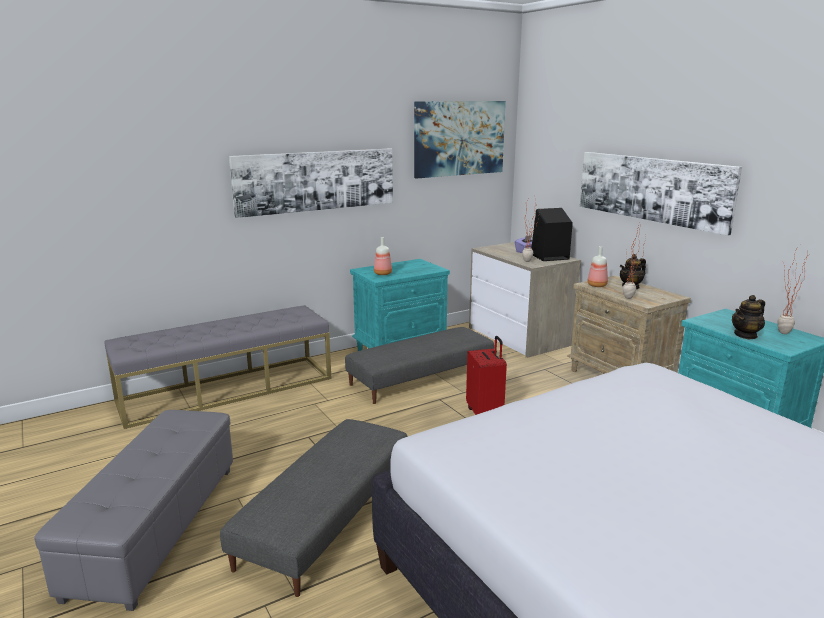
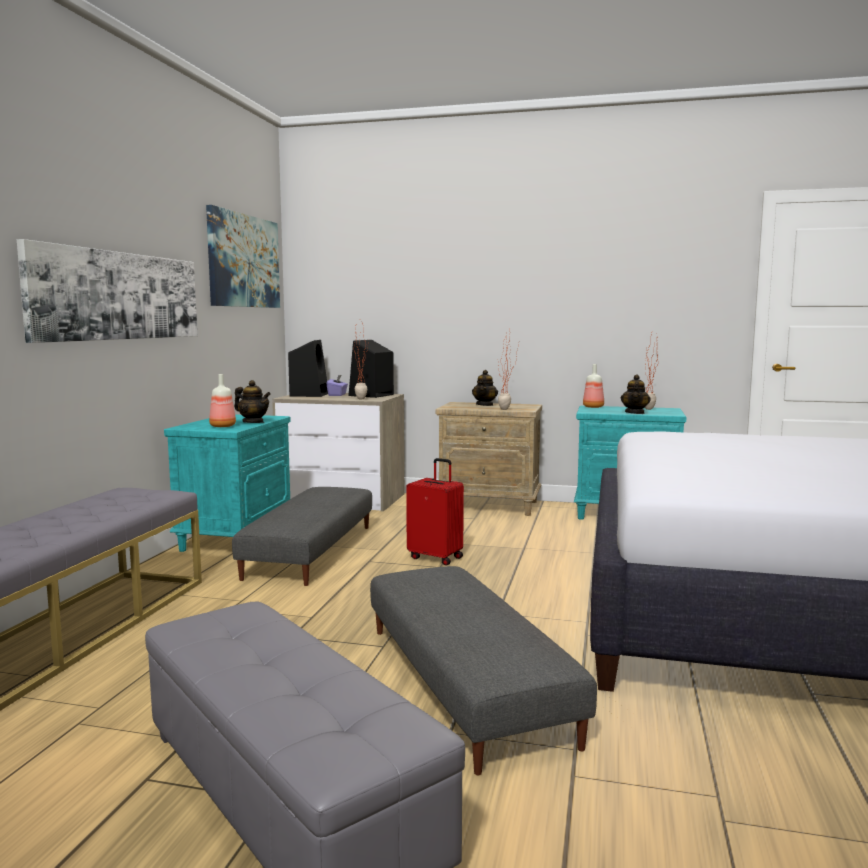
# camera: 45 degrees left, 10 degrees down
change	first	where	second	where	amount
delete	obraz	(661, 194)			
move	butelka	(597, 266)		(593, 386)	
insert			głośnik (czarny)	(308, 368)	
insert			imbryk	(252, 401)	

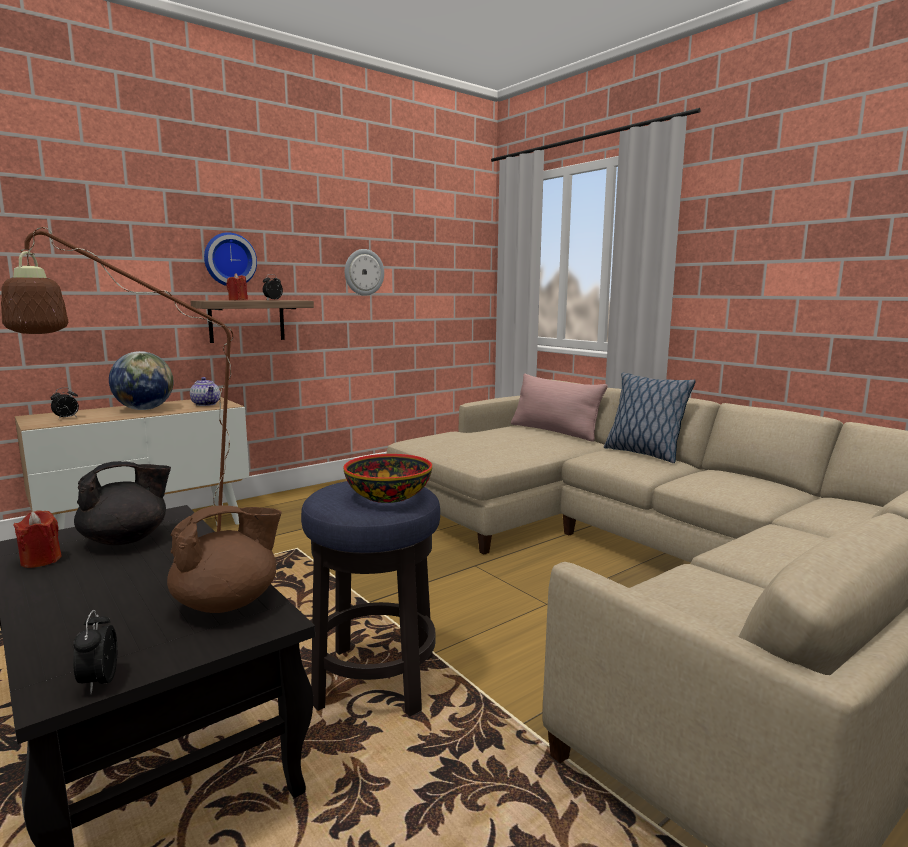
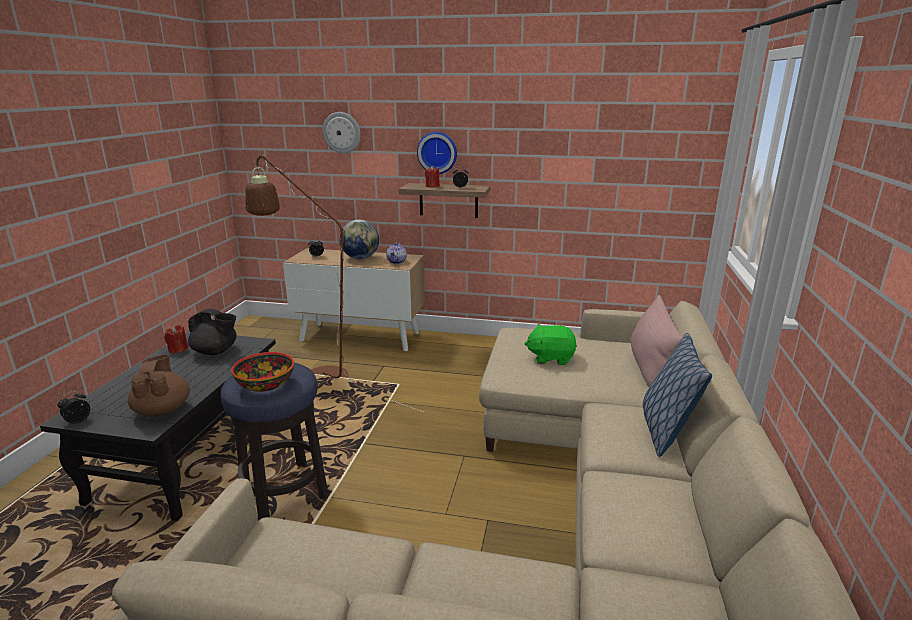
# camera: 50 degrees right, 10 degrees up
change	first	where	second	where	amount
move	zegar ścienny	(364, 272)		(342, 133)	
rotate	imbryk (brązowy)	(224, 559)		(159, 385)	120 degrees counterclockwise
insert			pluszak (zielony)	(550, 344)	

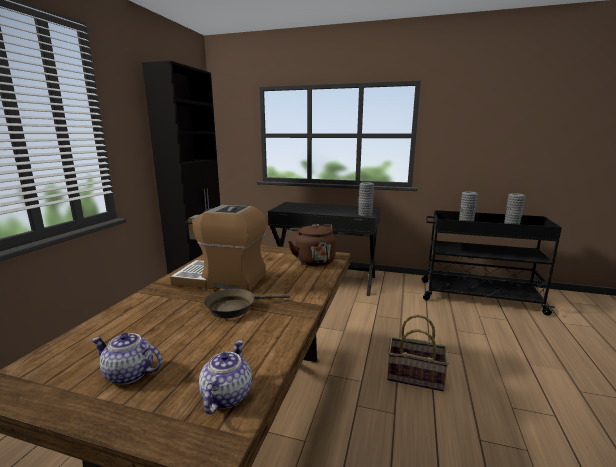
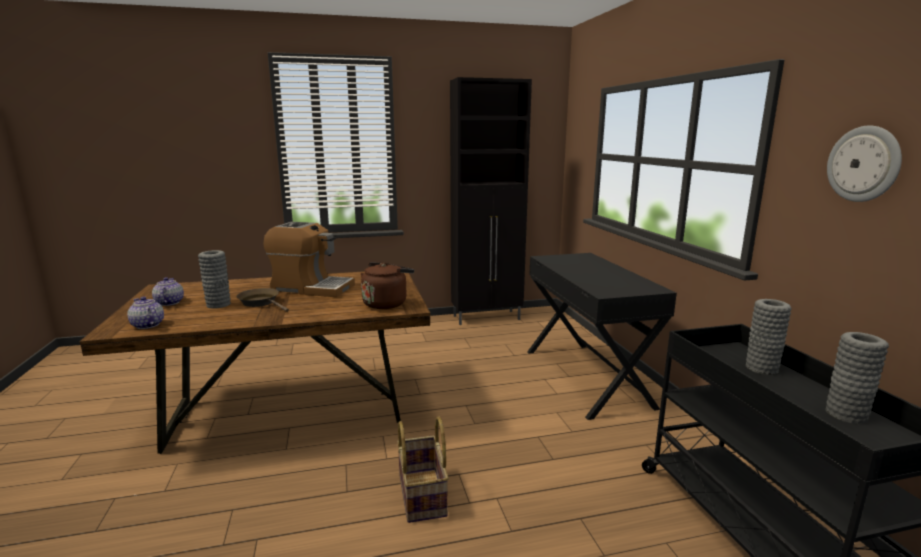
# camera: 60 degrees right, 0 degrees up
change	first	where	second	where	amount
move	wazon (szary)	(366, 199)		(214, 279)	
rotate	ekspres do kawy	(218, 248)		(309, 259)	120 degrees clockwise
rotate	imbryk	(225, 377)		(145, 312)	120 degrees counterclockwise
insert			zegar ścienny	(864, 164)	

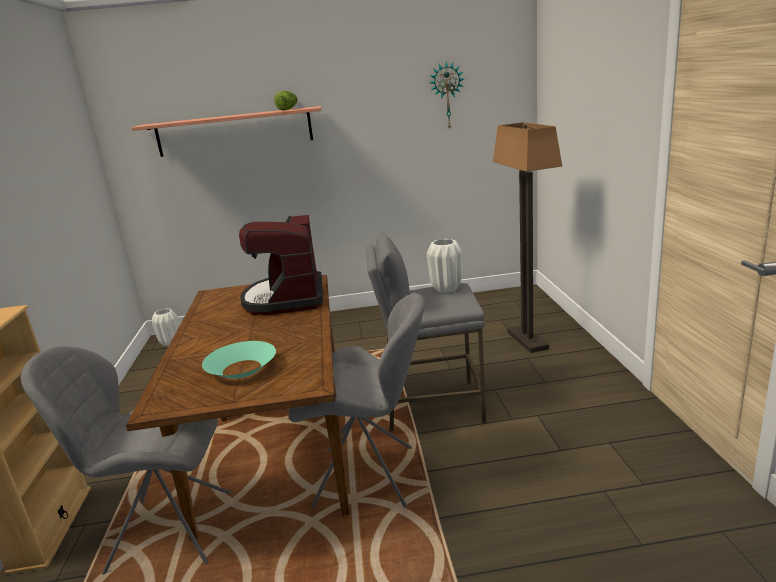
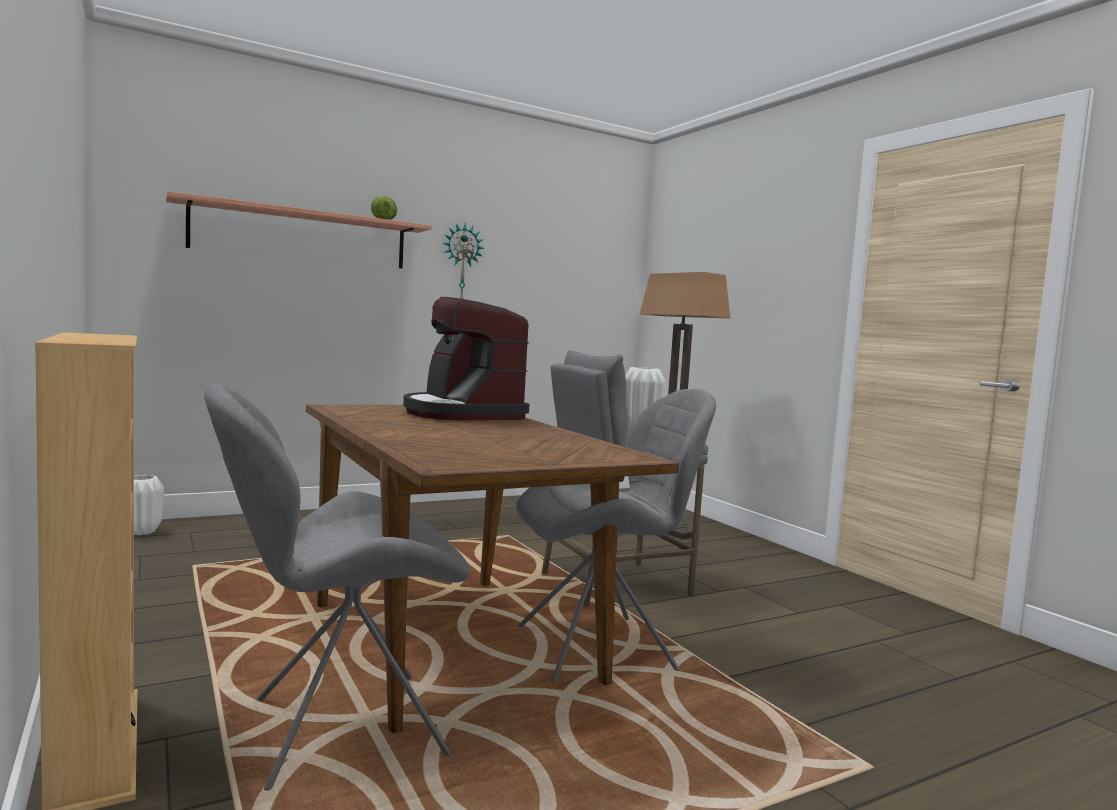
# camera: 25 degrees left, 15 degrees down
change	first	where	second	where	amount
move	zegar ścienny	(447, 96)		(463, 261)	
delete	miska (turkusowy)	(239, 360)			

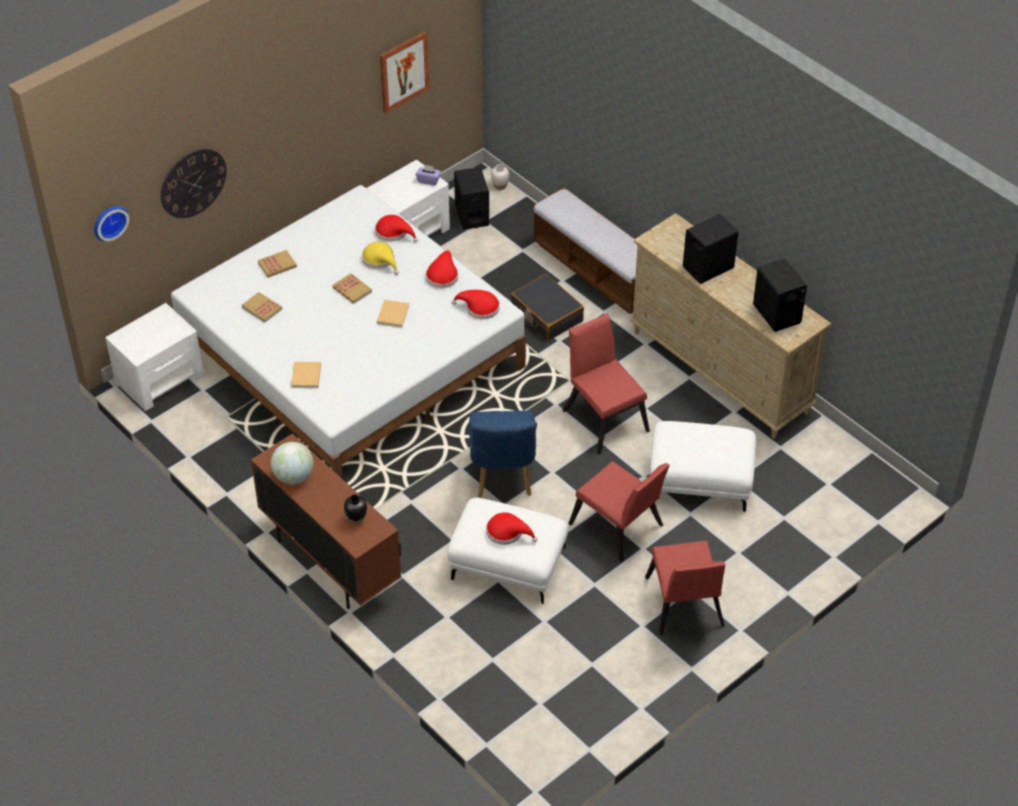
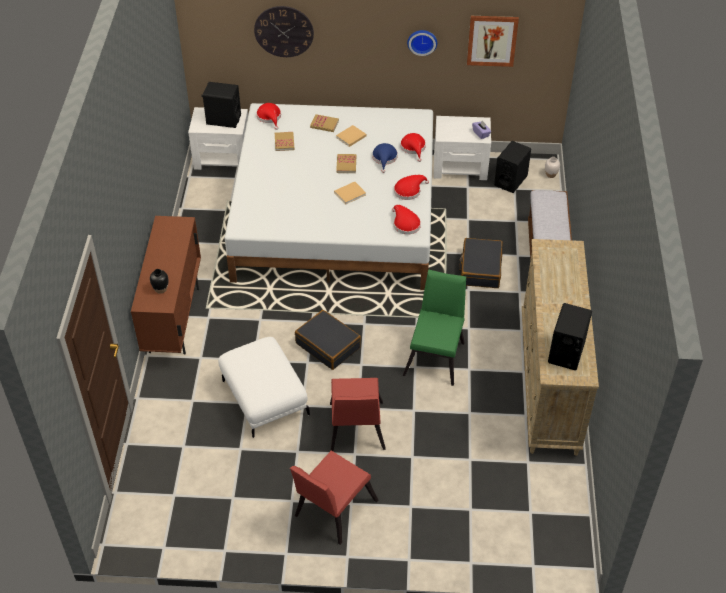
# camera: 45 degrees right, 0 degrees up
change	first	where	second	where	amount
move	zegar ścienny	(111, 223)		(422, 43)	
move	głośnik (czarny)	(710, 249)		(221, 105)	
recolor	kapelusz (żółty)	(380, 258)	kapelusz (niebieski)	(385, 158)	
recolor	krzesło (czerwony)	(606, 384)	krzesło (zielony)	(434, 327)	
move	książka (beżowy)	(306, 375)		(351, 136)	
replace	krzesło (niebieski)	(503, 454)	walizka (czarny)	(328, 340)	
delete	pufa (biały)	(703, 466)			
delete	globus	(292, 463)			
move	kapelusz (czerwony)	(511, 528)		(268, 116)	

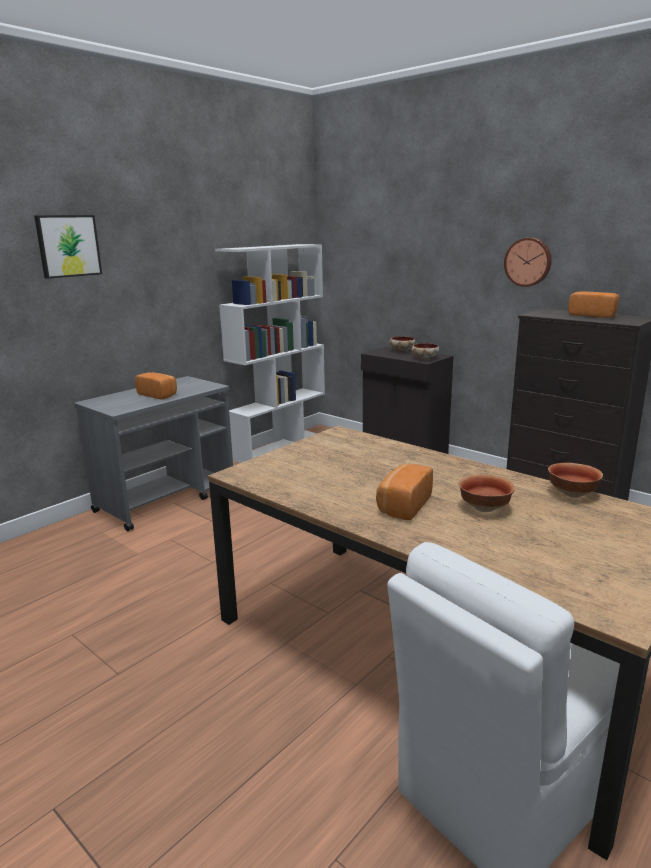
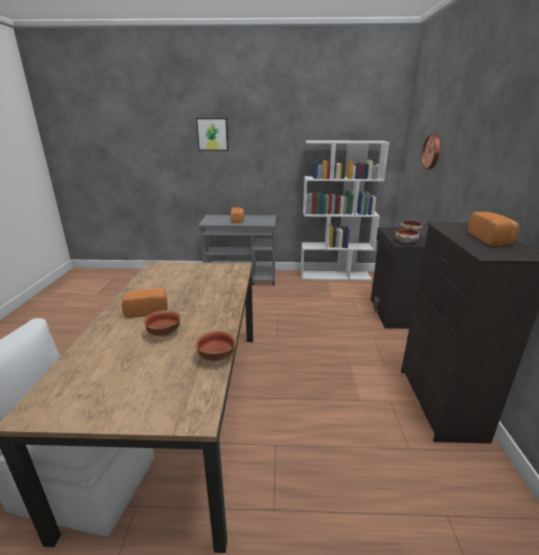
# camera: 50 degrees right, 5 degrees up
change	first	where	second	where	amount
move	zegar ścienny	(528, 262)		(431, 152)	

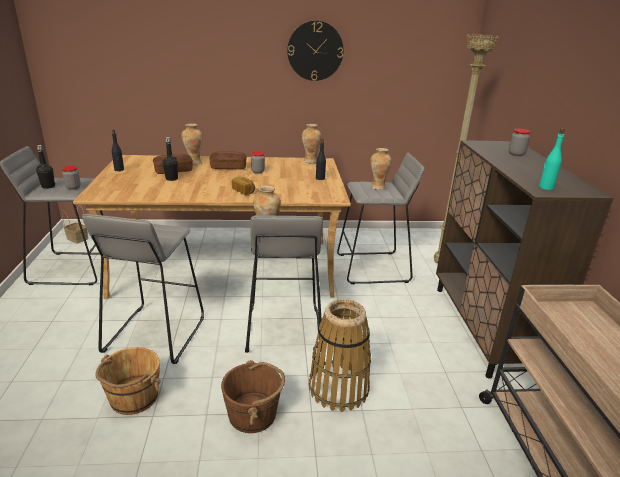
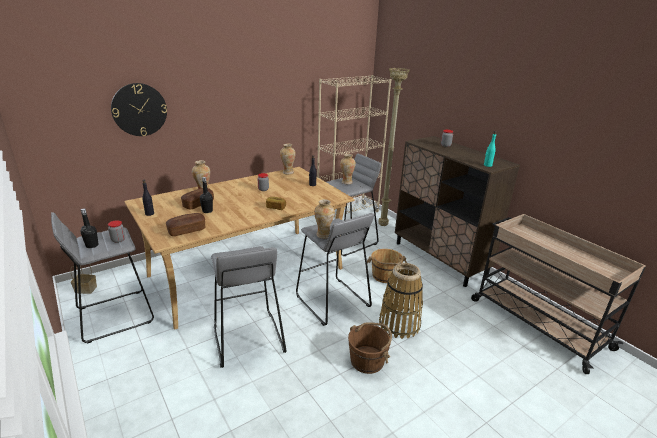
# camera: 30 degrees left, 0 degrees up
change	first	where	second	where	amount
move	zegar ścienny	(315, 51)		(139, 109)	
move	chleb	(228, 160)		(185, 224)	
move	wiadro (brązowy)	(128, 381)		(387, 266)	
insert			regał (beżowy)	(354, 146)	

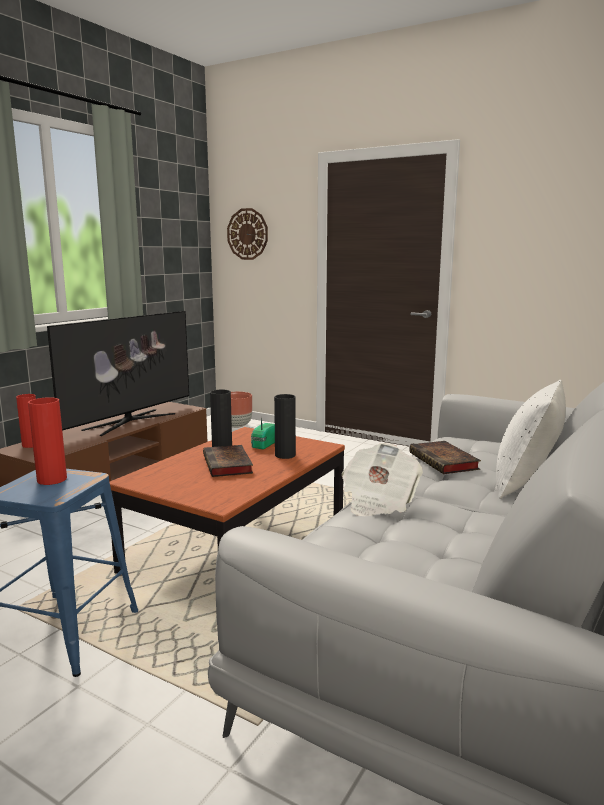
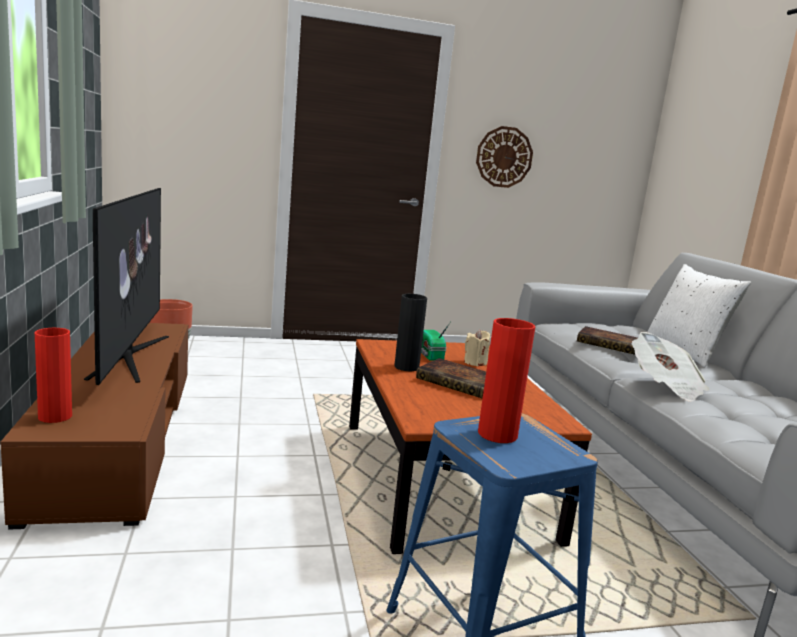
# camera: 45 degrees left, 0 degrees up
change	first	where	second	where	amount
move	zegar ścienny	(247, 234)		(504, 157)	
replace	wazon (czarny)	(285, 426)	świeca (beżowy)	(477, 348)	

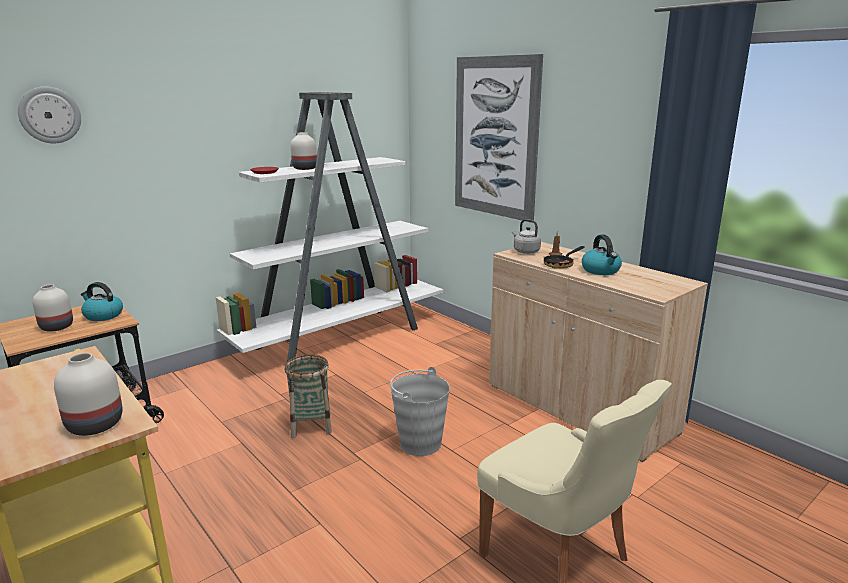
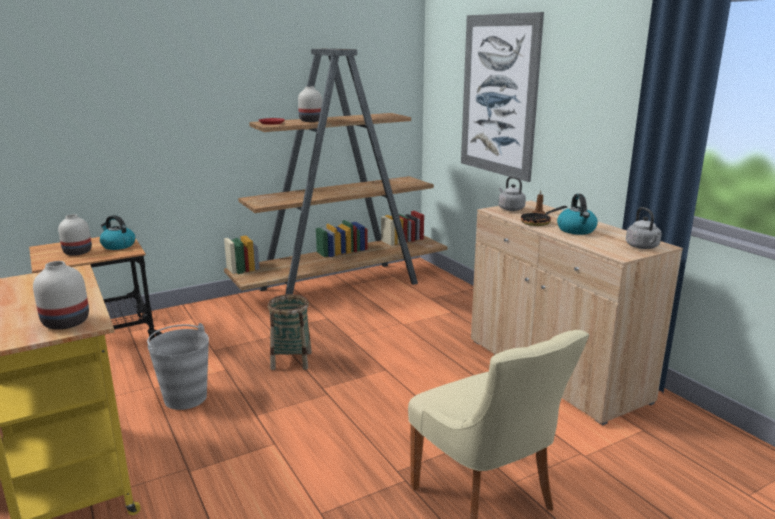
# camera: 10 degrees right, 0 degrees up
change	first	where	second	where	amount
delete	zegar ścienny	(49, 115)			
recolor	regał (biały)	(329, 227)	regał (brązowy)	(335, 171)	
move	wiadro (szary)	(420, 411)		(178, 366)	
insert			czajnik (szary)	(644, 228)	

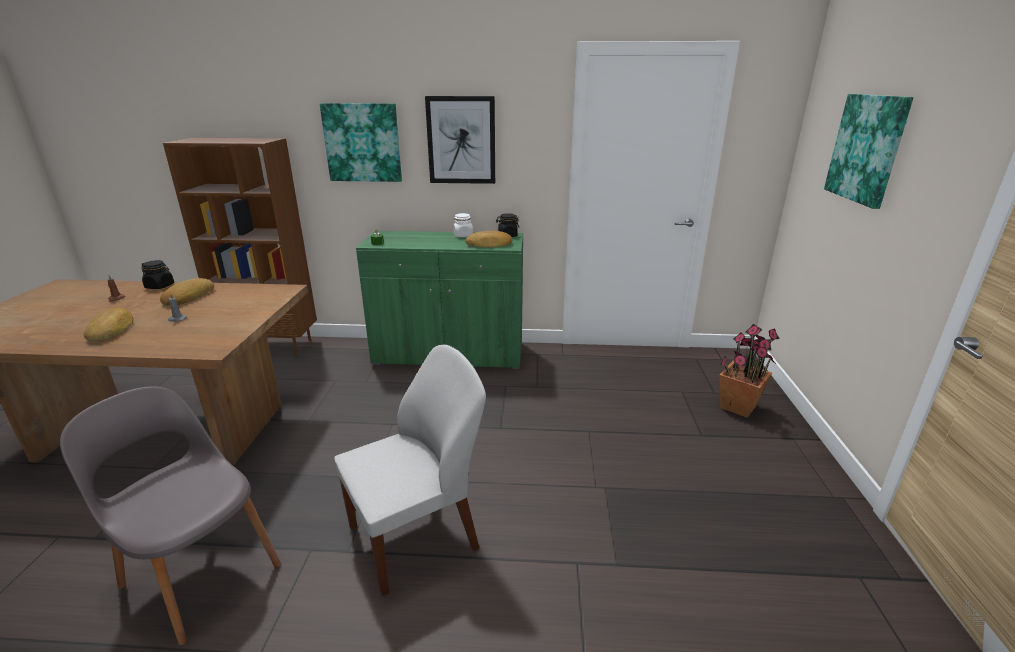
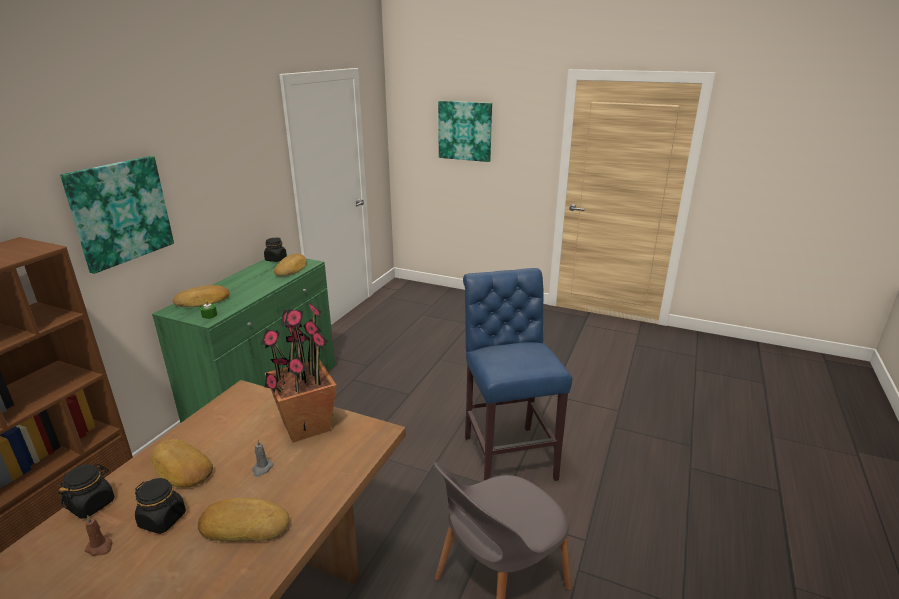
# camera: 70 degrees left, 0 degrees up
change	first	where	second	where	amount
delete	obraz	(460, 140)			
delete	słoik (biały)	(463, 225)			
move	roślina doniczkowa	(749, 371)		(299, 373)	
replace	krzesło (biały)	(410, 470)	stołek (niebieski)	(517, 374)	
insert			chleb	(201, 296)	
insert			słoik (czarny)	(160, 506)	

